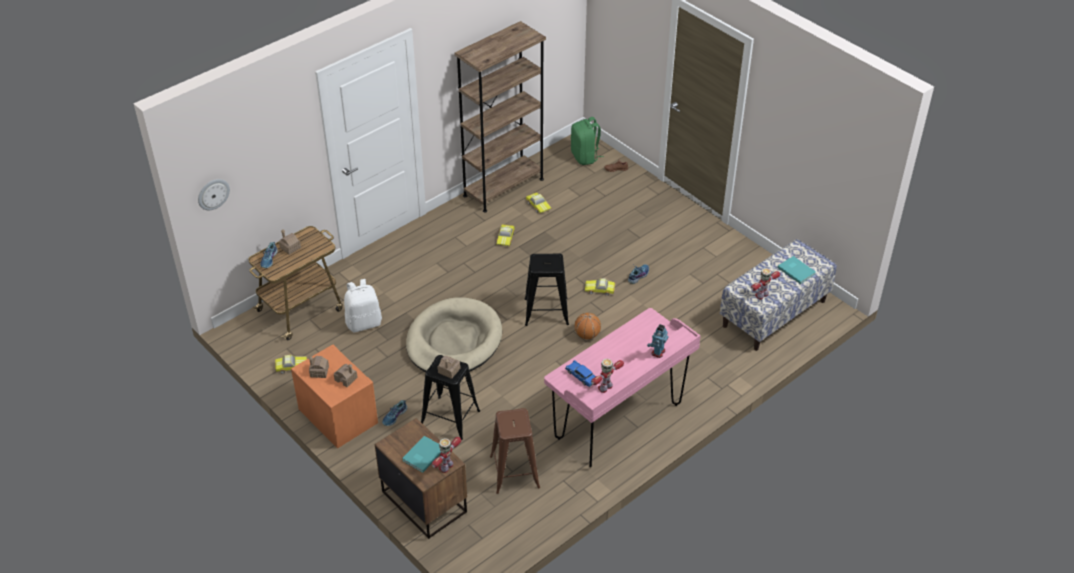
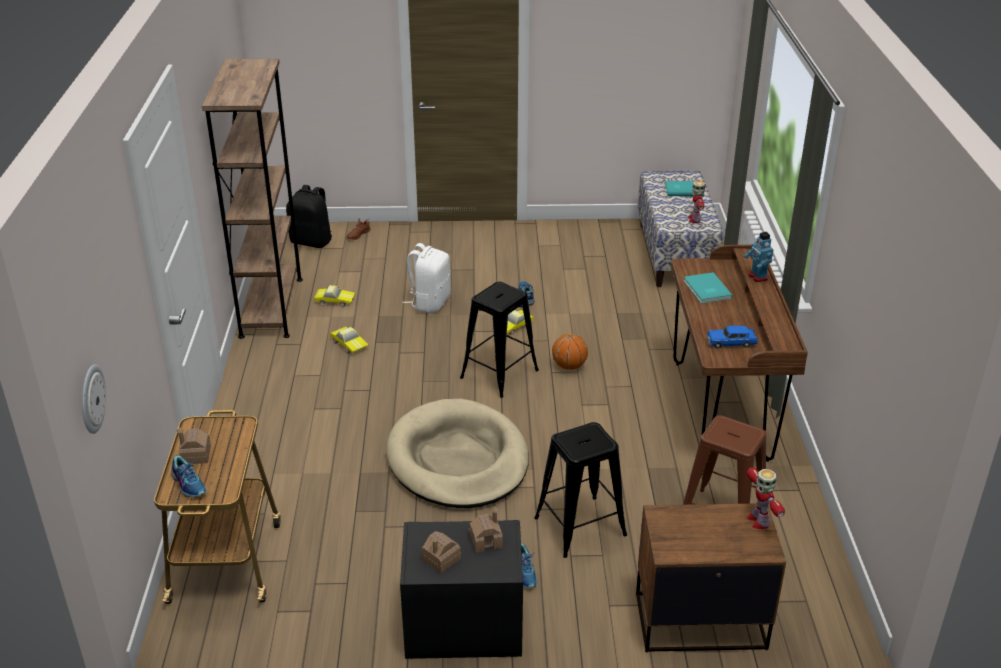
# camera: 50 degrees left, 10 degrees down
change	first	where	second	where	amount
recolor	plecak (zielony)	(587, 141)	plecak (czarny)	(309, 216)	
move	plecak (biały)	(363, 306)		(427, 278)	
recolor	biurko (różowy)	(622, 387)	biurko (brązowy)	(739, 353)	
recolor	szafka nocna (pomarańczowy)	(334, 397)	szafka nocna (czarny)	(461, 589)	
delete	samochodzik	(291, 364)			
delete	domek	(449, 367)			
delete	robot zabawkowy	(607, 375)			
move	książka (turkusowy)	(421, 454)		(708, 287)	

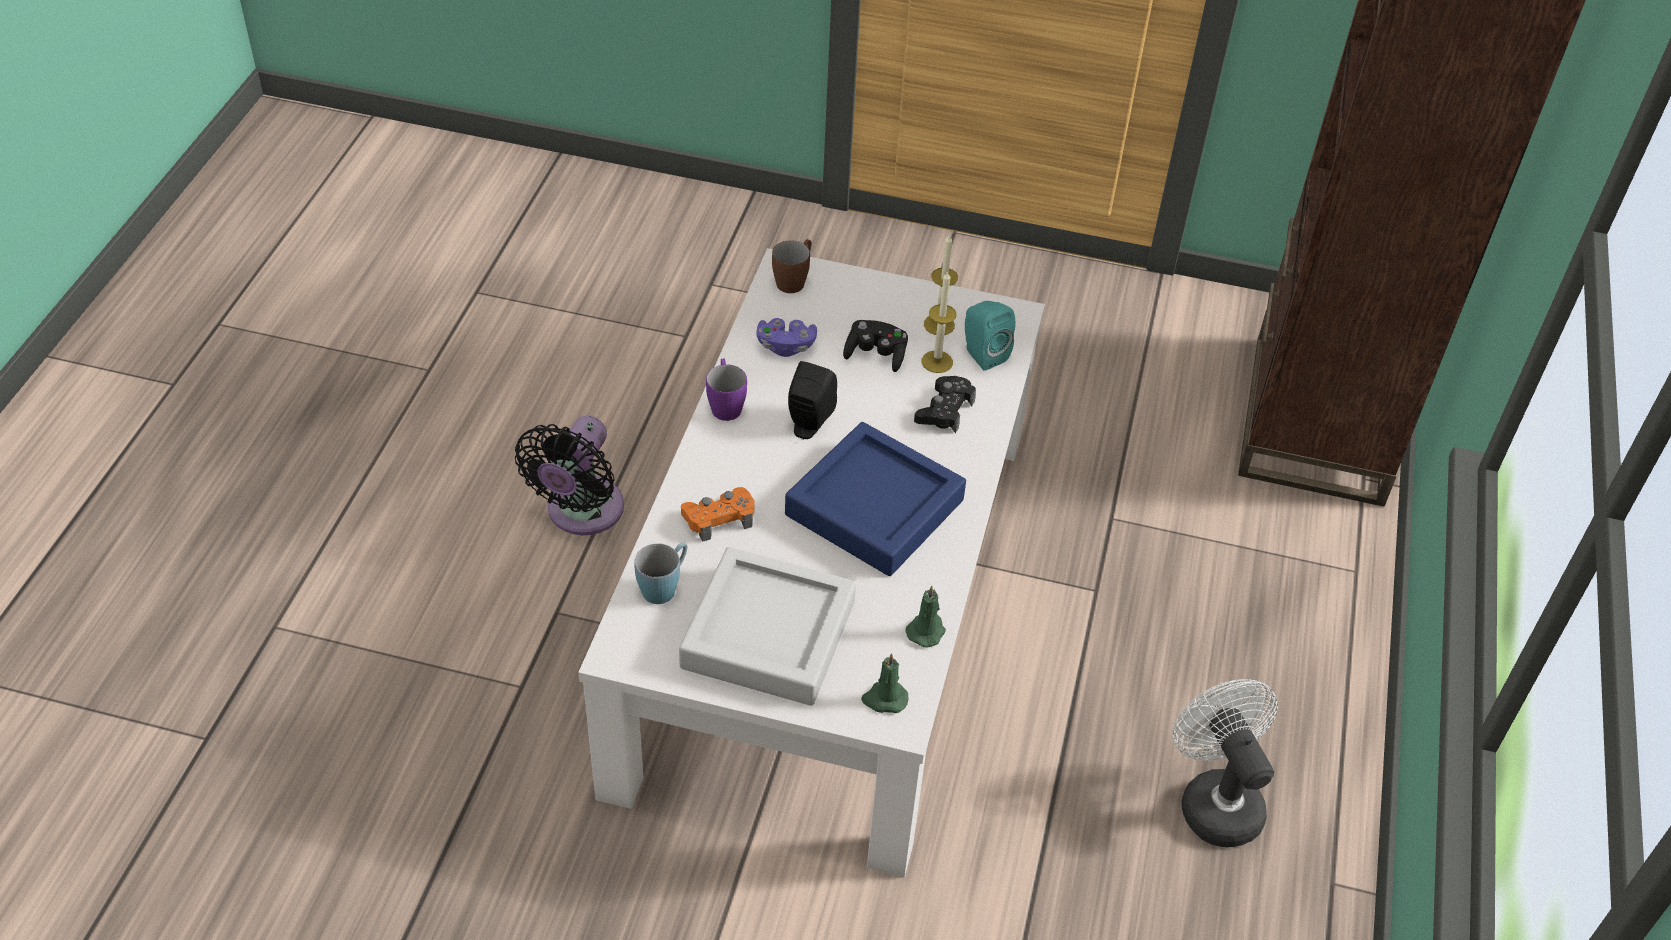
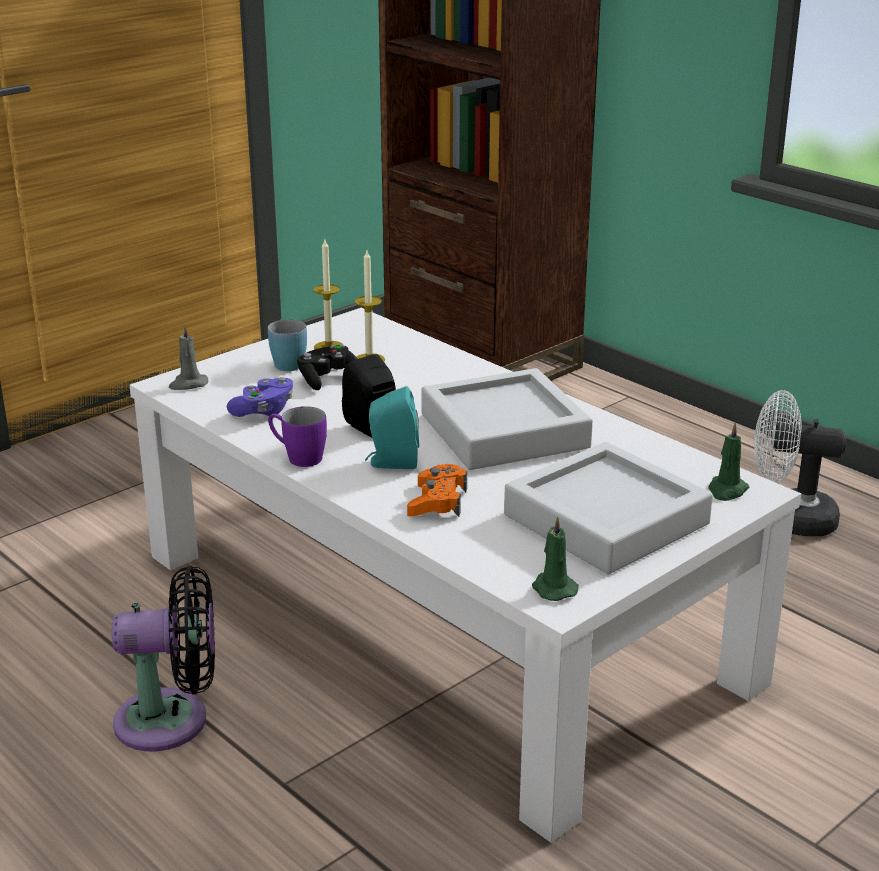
# camera: 55 degrees left, 20 degrees down
change	first	where	second	where	amount
replace	kubek (brązowy)	(792, 266)	świeca (szary)	(189, 357)	
move	głośnik (turkusowy)	(990, 336)		(392, 427)	
delete	pad do gier (czarny)	(945, 404)			
rotate	wentylator (czarny)	(569, 475)		(163, 658)	60 degrees counterclockwise
recolor	taca (niebieski)	(875, 499)	taca (szary)	(507, 419)	
move	kubek (niebieski)	(660, 573)		(287, 345)	
move	świeca (zielony)	(926, 617)		(555, 558)	

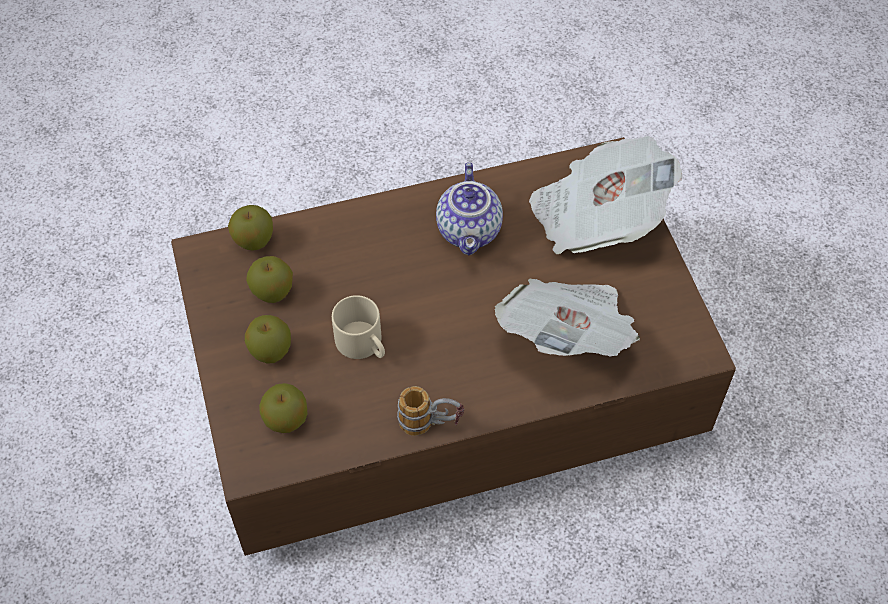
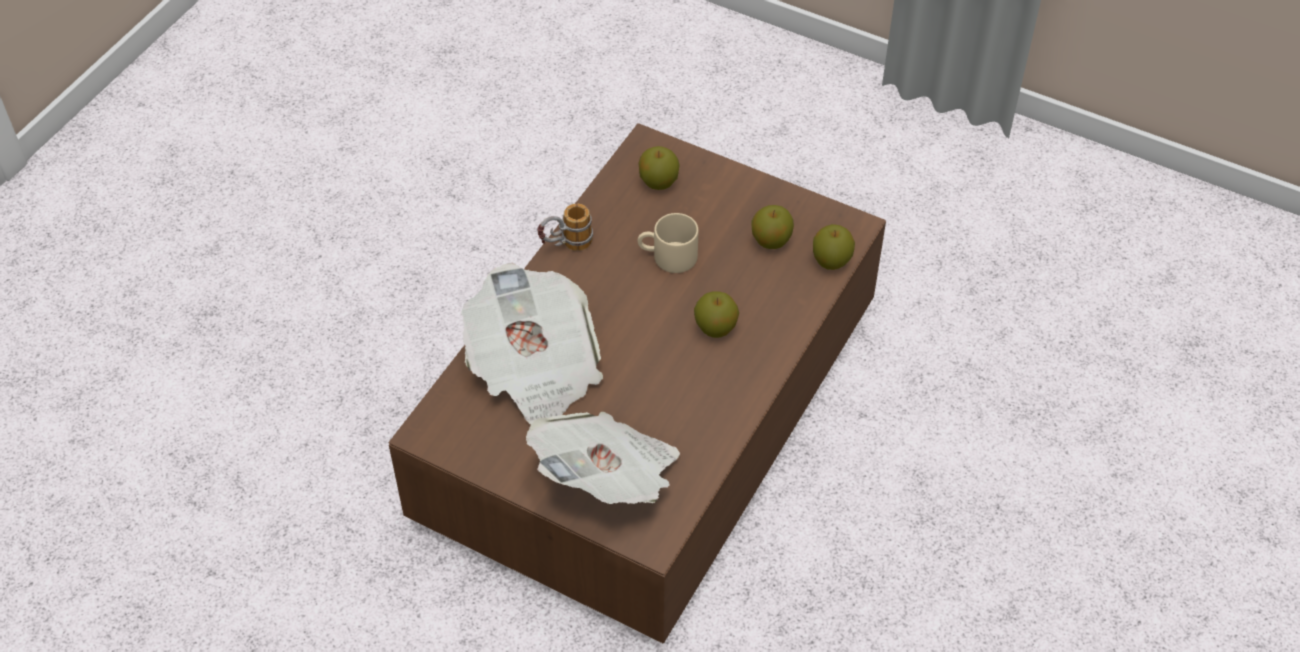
# camera: 135 degrees right, 5 degrees down
change	first	where	second	where	amount
delete	imbryk	(469, 209)			
move	jabłko	(268, 339)		(716, 315)	

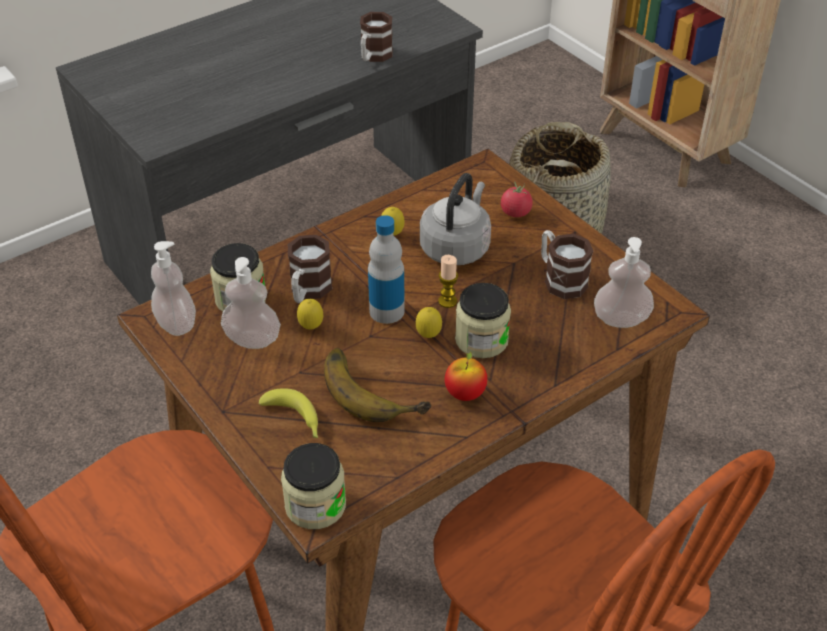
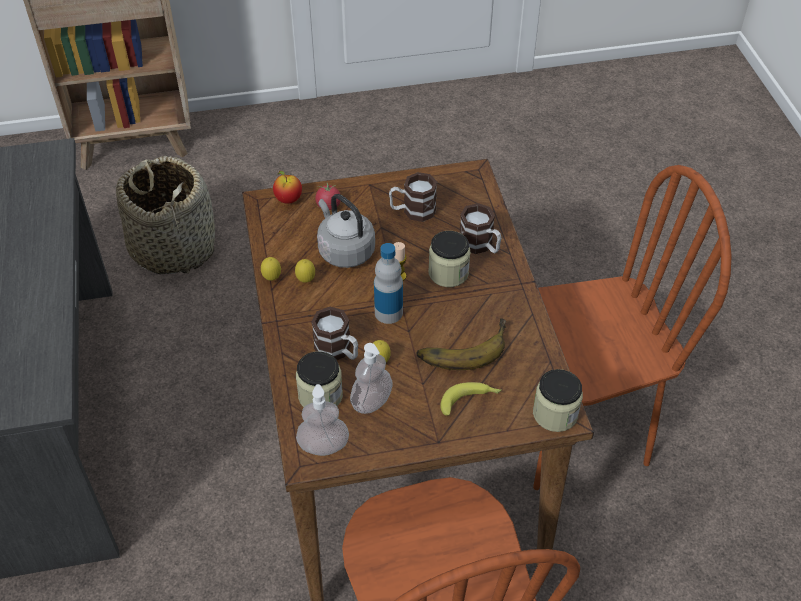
# camera: 65 degrees left, 5 degrees up
change	first	where	second	where	amount
move	kubek	(376, 37)		(481, 228)	
delete	dozownik mydła	(624, 282)			
move	cytryna	(429, 322)		(271, 269)	
move	jabłko	(466, 376)		(287, 187)	

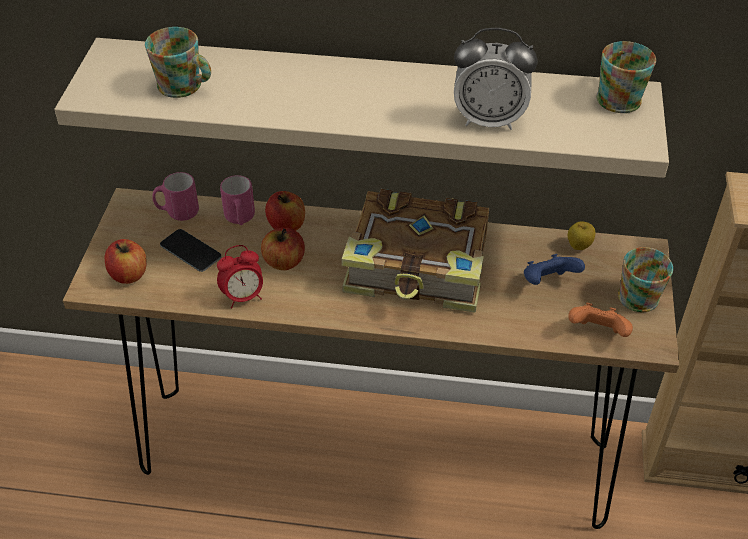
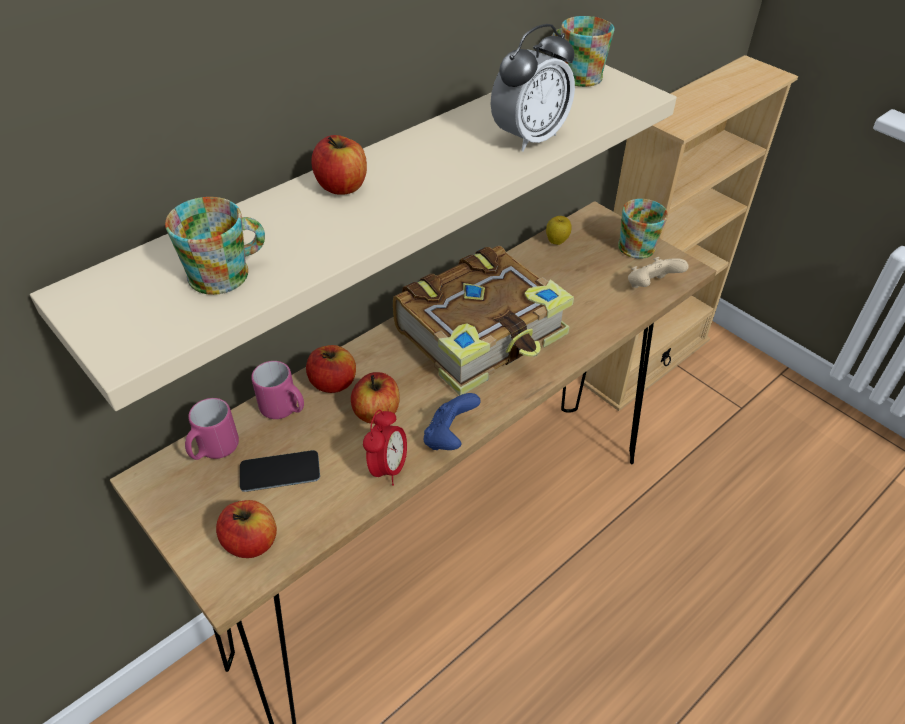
# camera: 50 degrees left, 0 degrees up
change	first	where	second	where	amount
move	pad do gier (niebieski)	(554, 269)		(452, 421)	
recolor	pad do gier (pomarańczowy)	(600, 320)	pad do gier (beżowy)	(658, 272)	
insert			jabłko	(339, 165)	

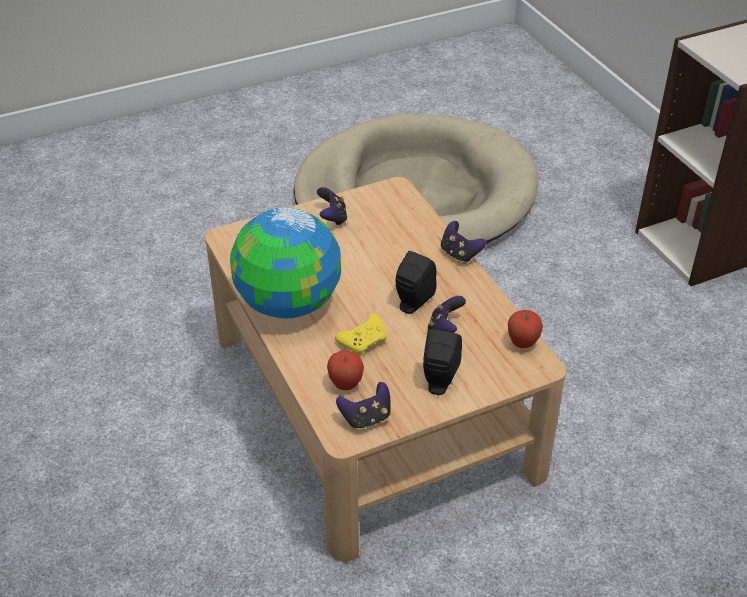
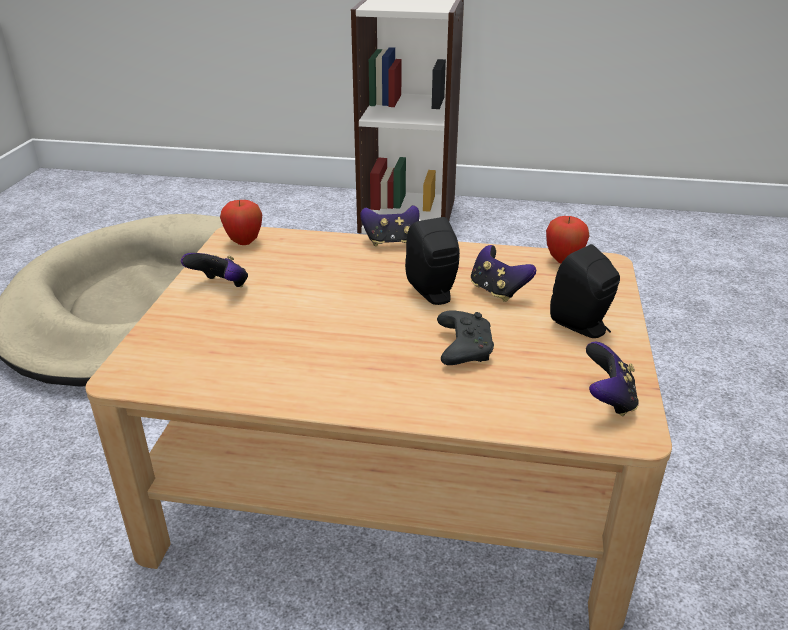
# camera: 55 degrees left, 10 degrees down
change	first	where	second	where	amount
delete	globus	(285, 263)			
recolor	pad do gier (żółty)	(361, 335)	pad do gier (czarny)	(465, 337)	
move	jabłko	(345, 370)		(241, 222)	

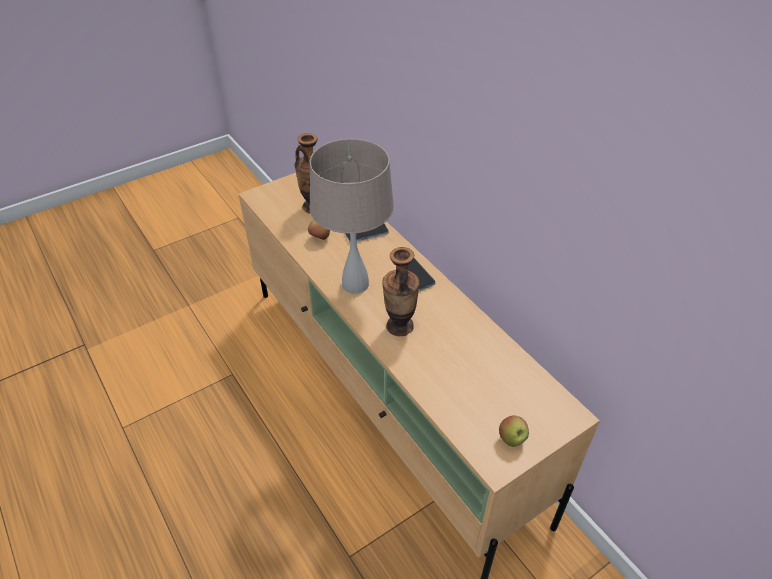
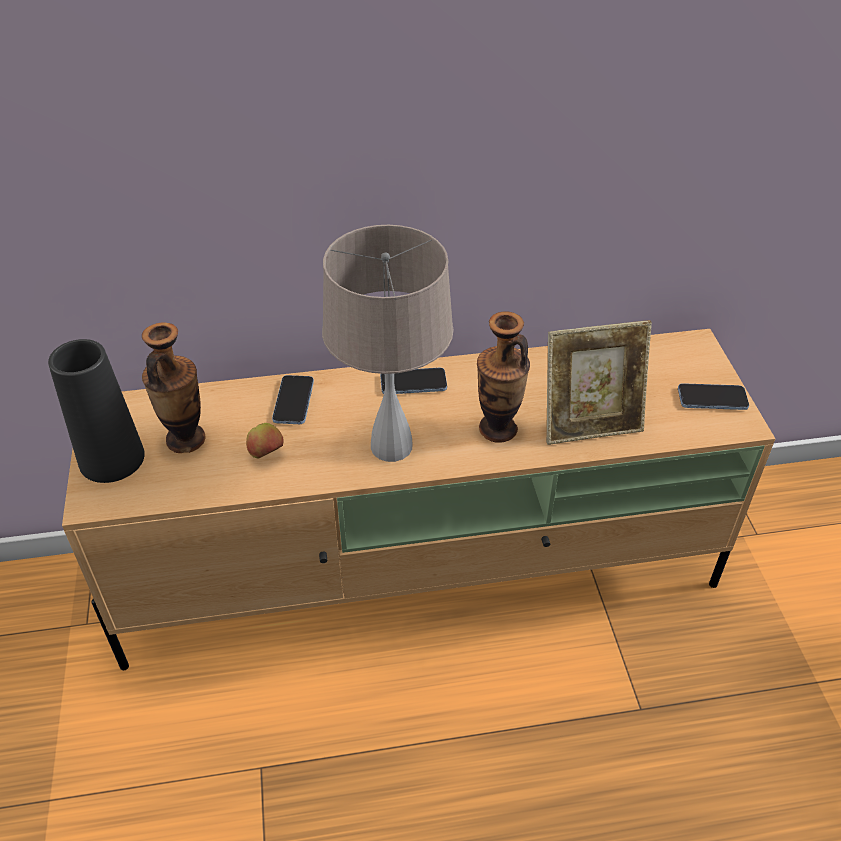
# camera: 65 degrees left, 0 degrees up
change	first	where	second	where	amount
replace	jabłko	(514, 431)	telefon	(713, 396)	
insert			ramka na zdjęcie	(599, 382)	
insert			wazon (czarny)	(96, 411)	

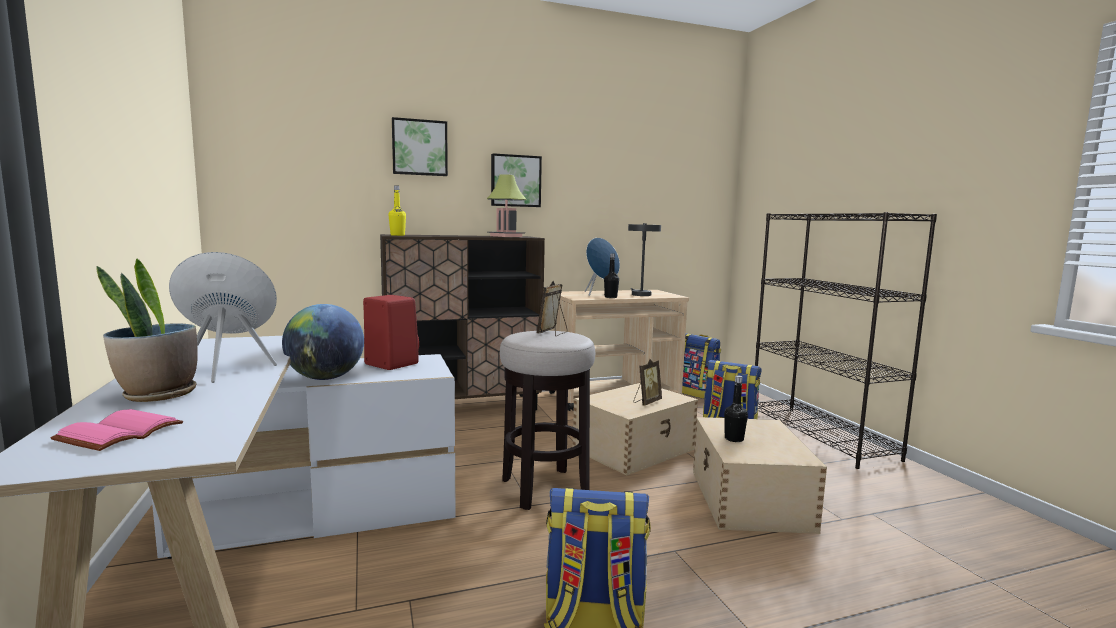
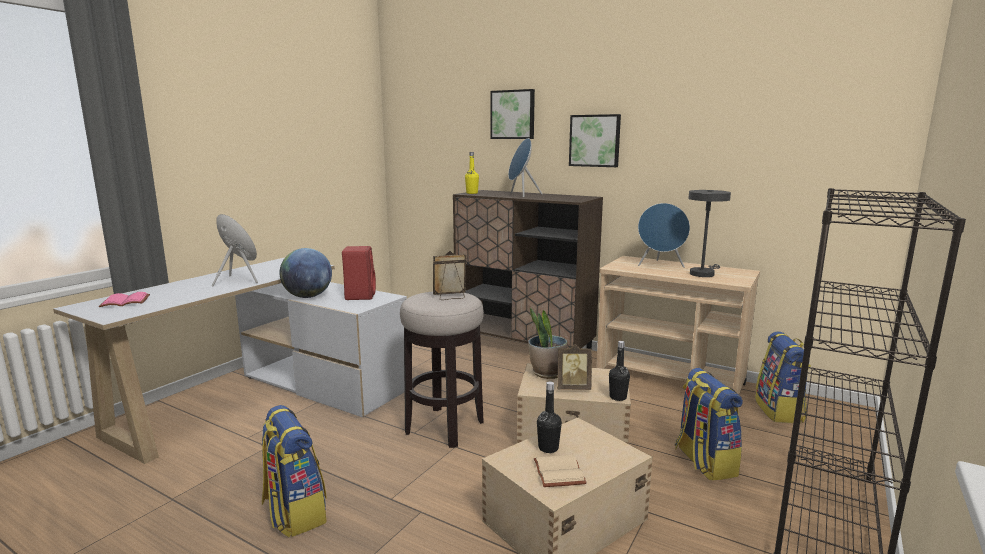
# camera: 50 degrees right, 5 degrees up
change	first	where	second	where	amount
delete	lampa stołowa	(506, 205)			
move	butelka (czarny)	(611, 276)		(619, 371)	
move	roślina doniczkowa	(147, 330)		(548, 343)	
insert			głośnik (niebieski)	(525, 167)	
insert			książka (beżowy)	(560, 471)	

